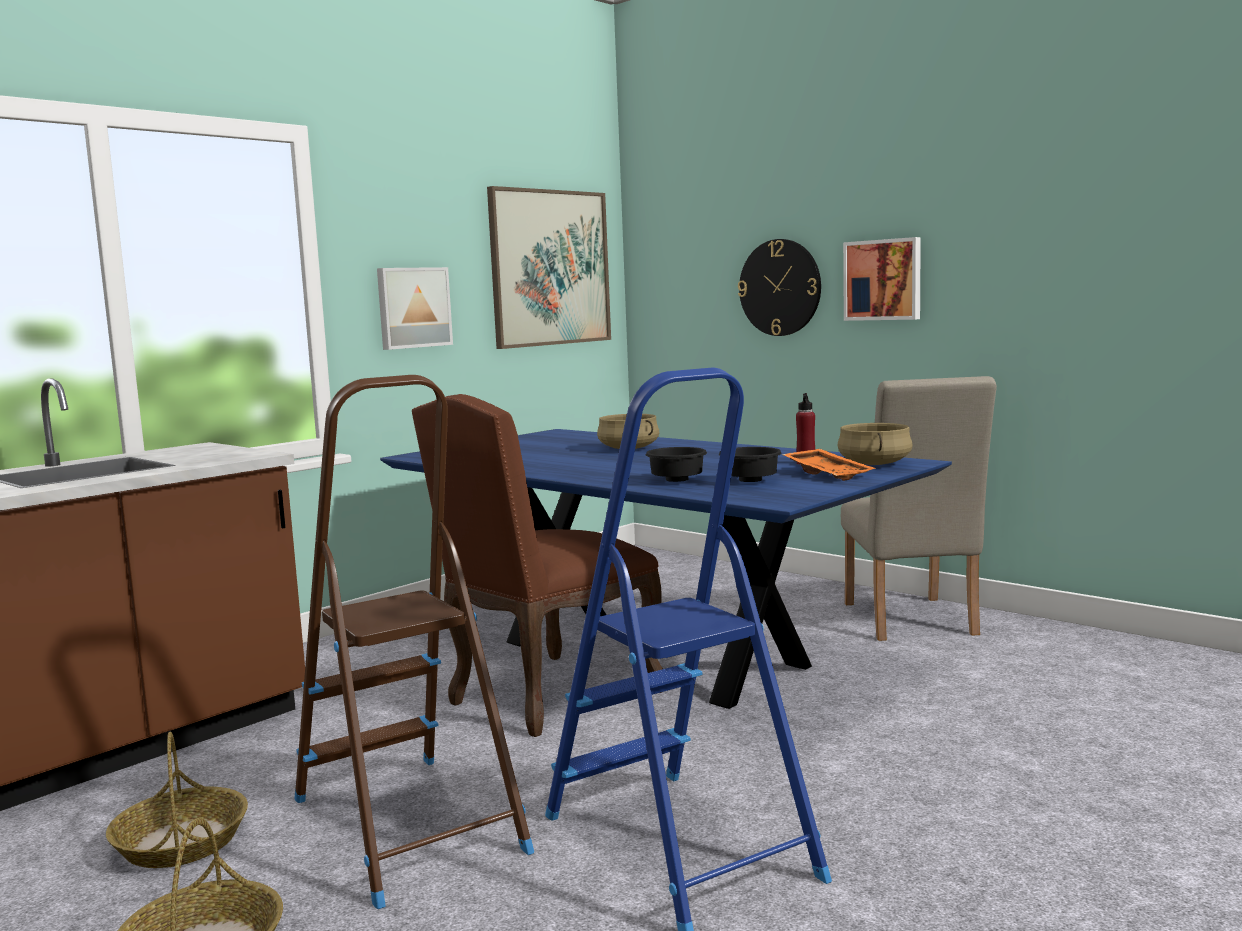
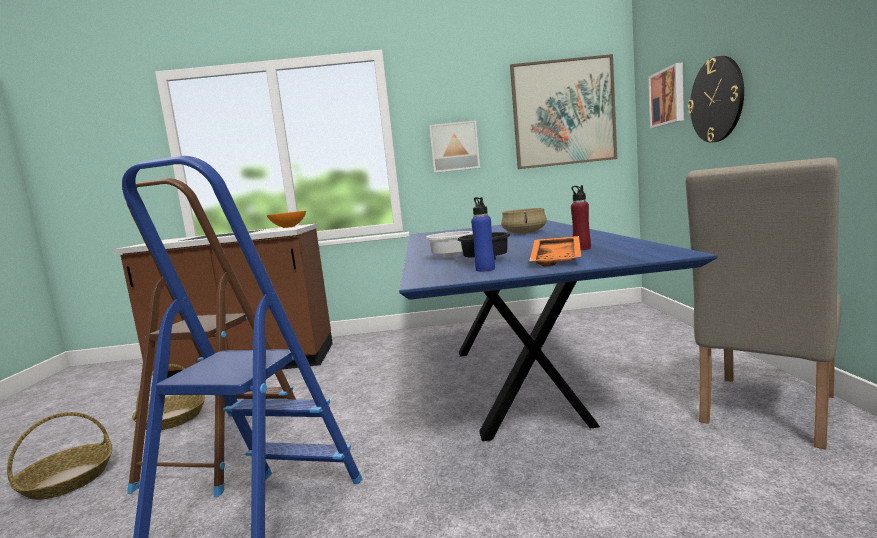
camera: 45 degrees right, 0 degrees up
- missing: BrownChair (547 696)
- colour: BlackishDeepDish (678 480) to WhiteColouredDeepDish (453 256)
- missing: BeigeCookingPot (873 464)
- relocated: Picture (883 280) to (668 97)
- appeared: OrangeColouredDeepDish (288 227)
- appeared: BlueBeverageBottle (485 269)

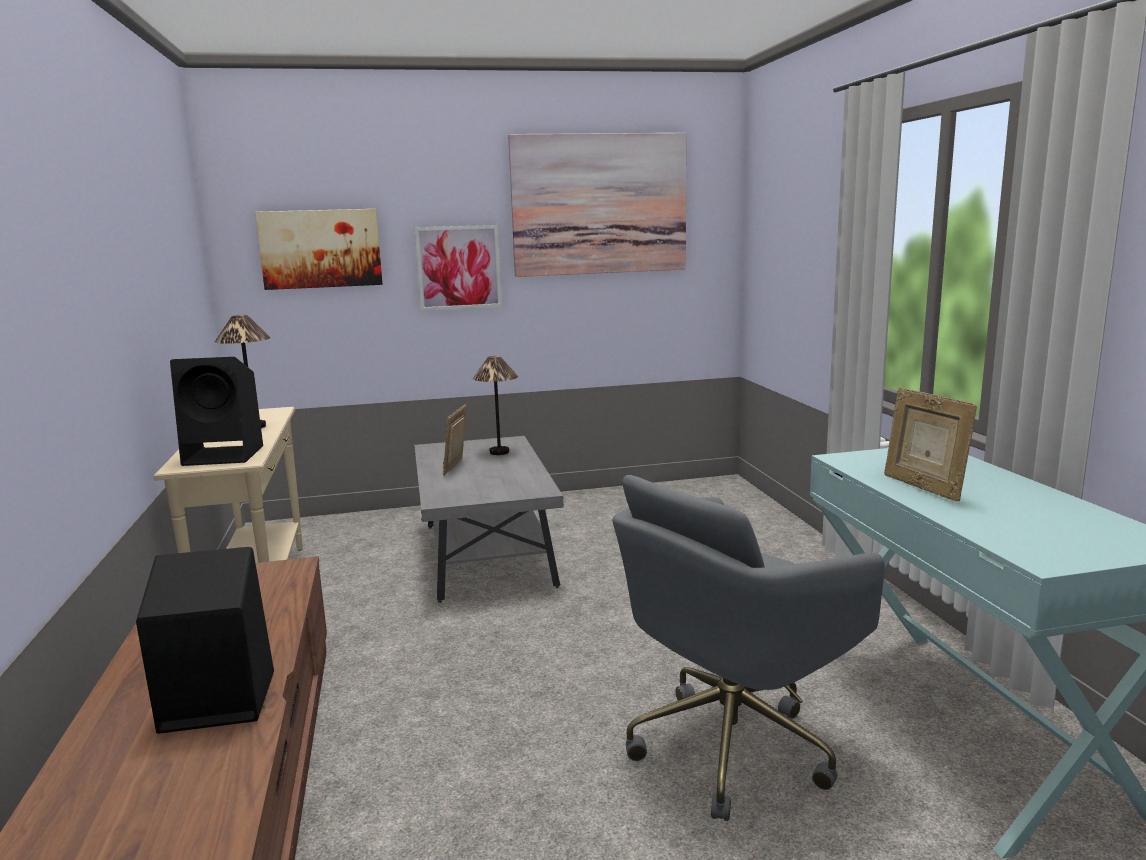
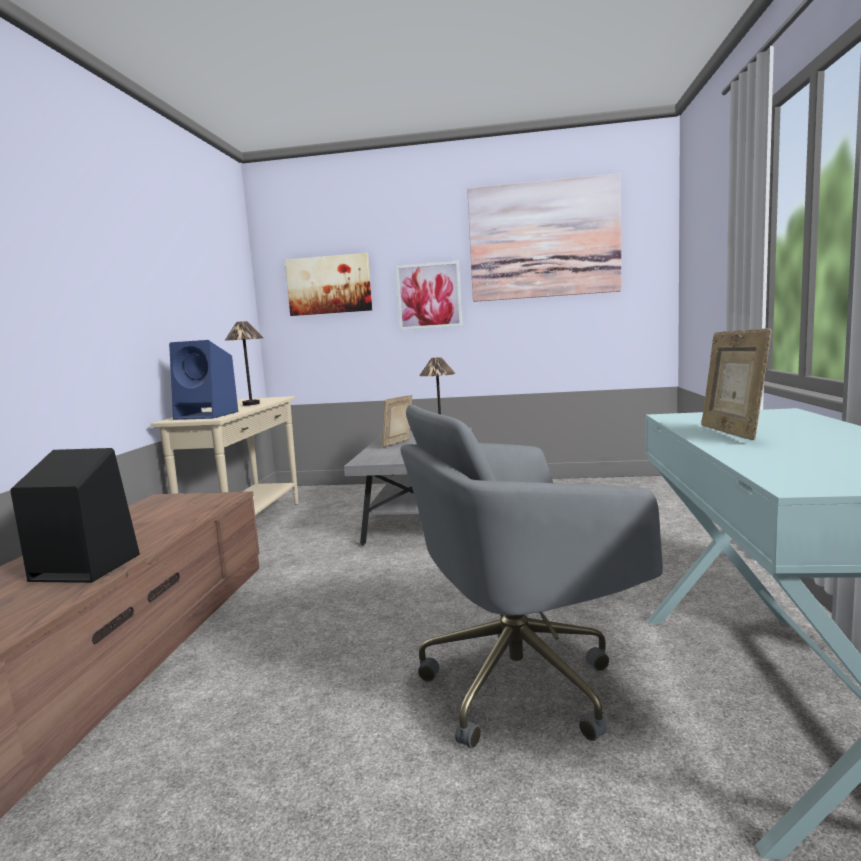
camera: 20 degrees right, 5 degrees down
- colour: BlackishSpeaker (226 455) to BlueSpeaker (208 415)

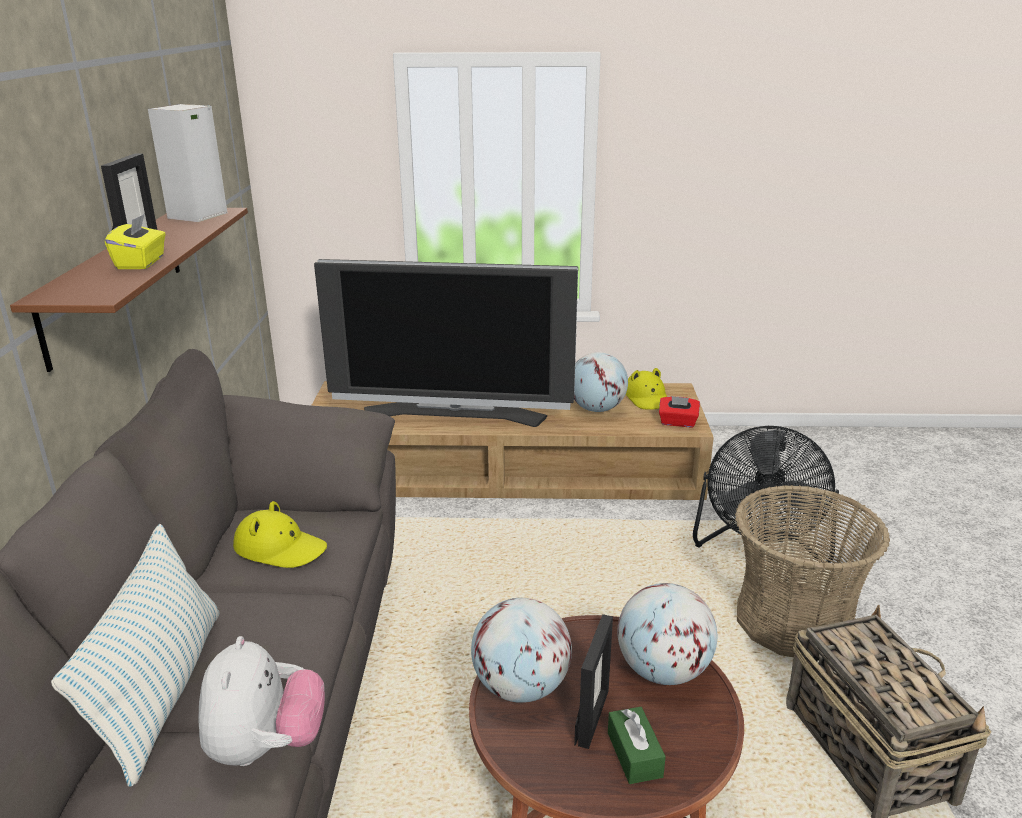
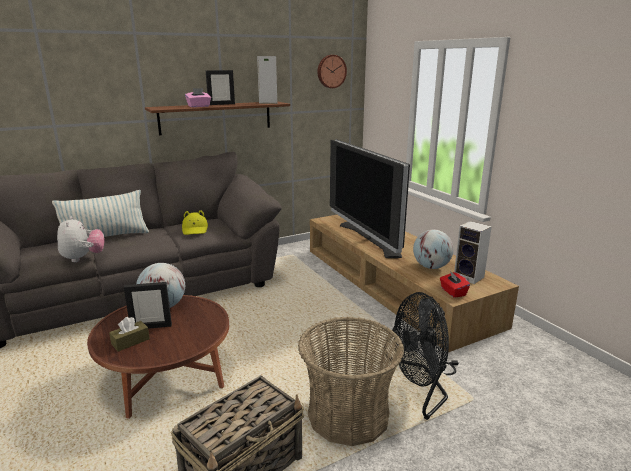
camera: 60 degrees right, 5 degrees down
- colour: YellowColouredBoxOfTissues (141 263) to PinkColouredBoxOfTissues (199 106)
- spun: SoftToy (266 747) = (83 258) 75 degrees counterclockwise
- colour: GreenBoxOfTissues (634 754) to BrownBoxOfTissues (130 341)
- missing: Globe (663 671)
- exchanged: YellowColouredClothingHat (648 398) to Speaker (470 277)
- appeared: WallClock (331 71)

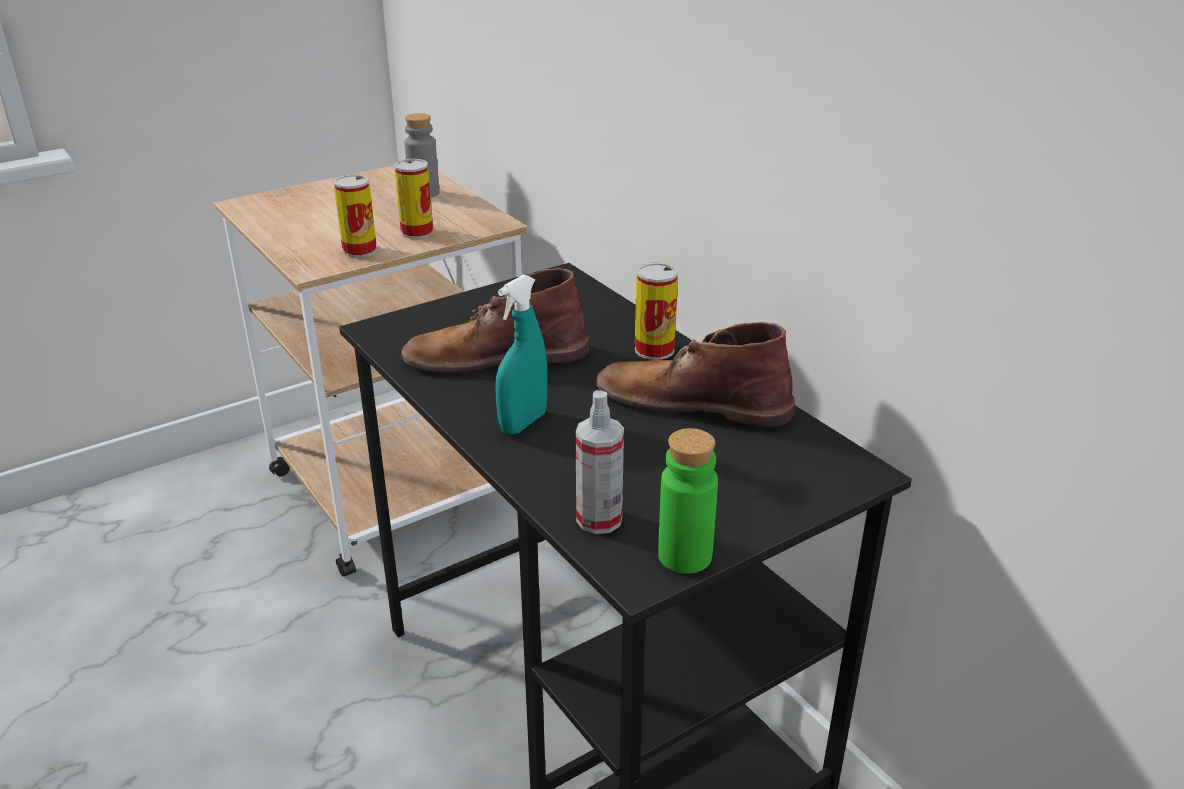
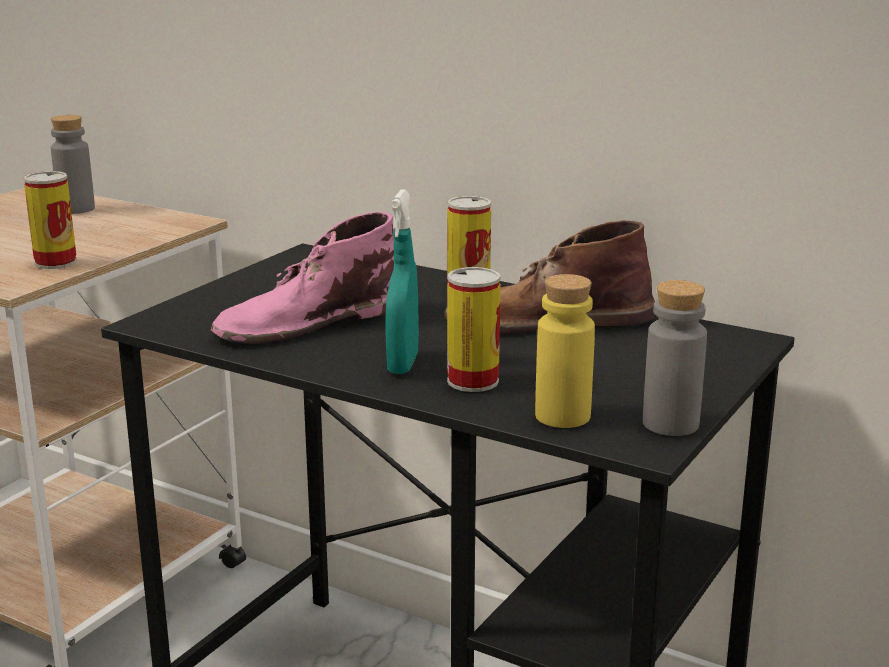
camera: 25 degrees left, 10 degrees down
- relocated: MetalCan (417 232) to (473 381)
- colour: BrownBoot (495 355) to PinkColouredBoot (310 321)
- exchanged: SprayBottle (599 519) to YellowColouredBeverageBottle (562 416)
- colour: GreenBeverageBottle (685 556) to GreyishBeverageBottle (670 424)

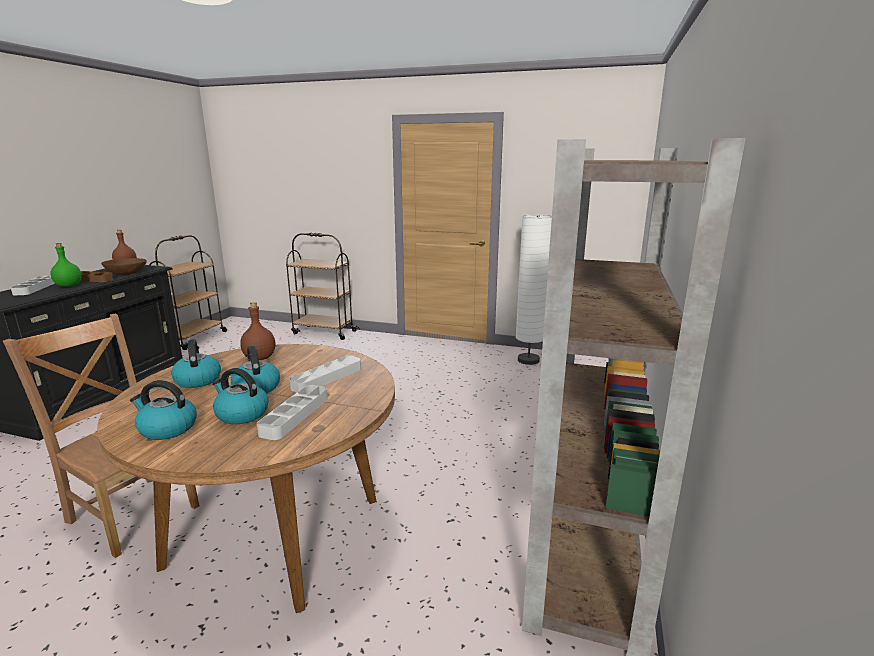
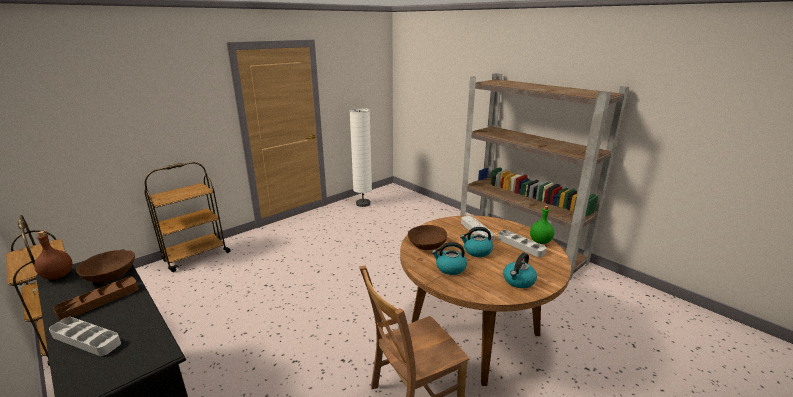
camera: 60 degrees left, 5 degrees up
- relocated: GreenBeverageBottle (68 285) to (540 241)
- missing: WaterKettle (241 414)
- exchanged: BrownBeverageBottle (260 358) to BrownDeepDish (427 245)

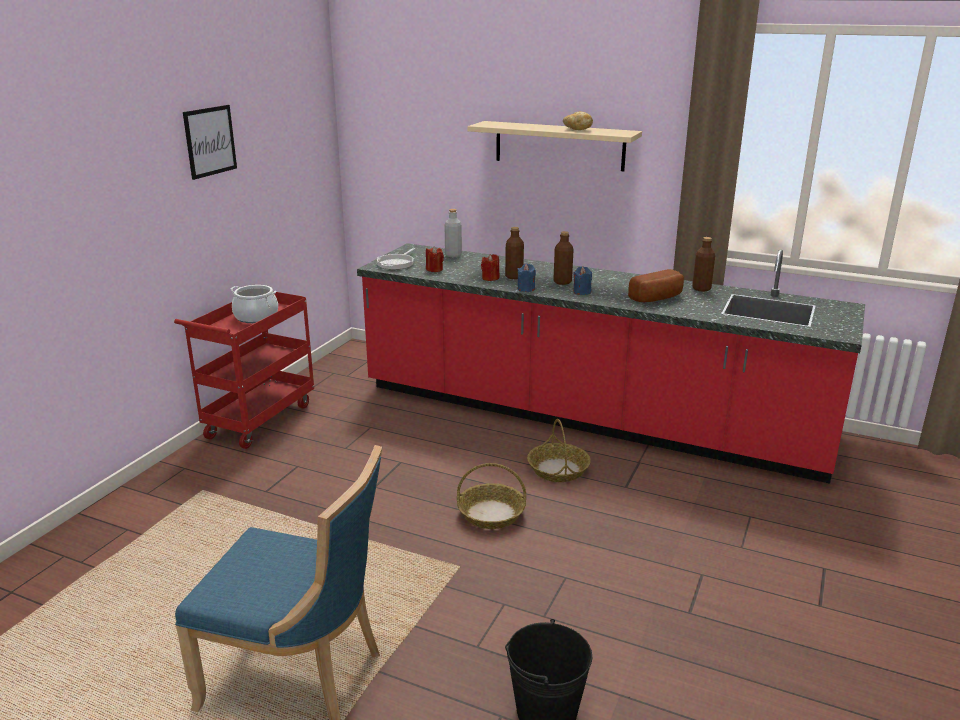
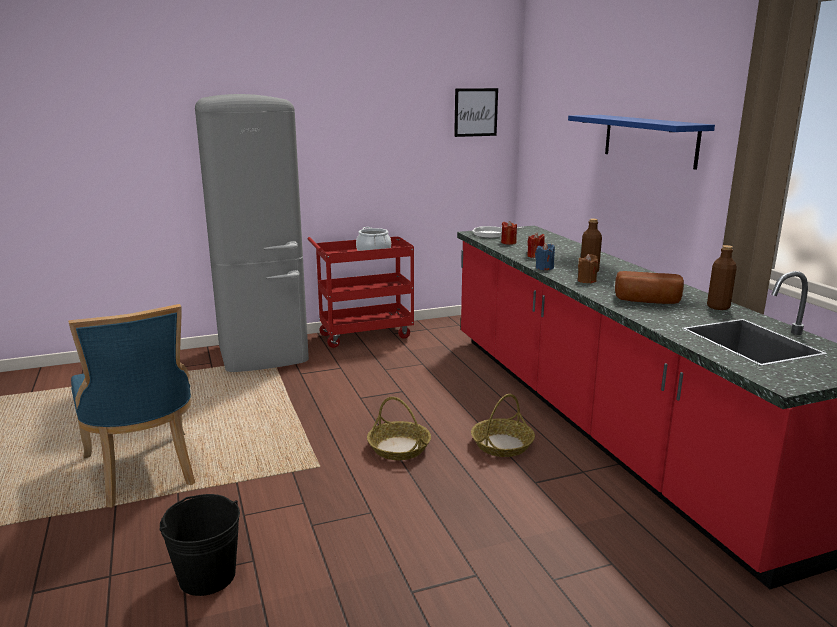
camera: 45 degrees right, 5 degrees down
- relocated: Picture (210 141) to (475 112)
- missing: GreyishBeverageBottle (453 255)
- colour: BeigeShelf (559 145) to BlueShelf (649 140)
- missing: BrownBeverageBottle (514 277)
- missing: BakedBread (577 129)
- colour: BlueCandle (582 292) to BrownCandle (586 281)
- appeared: GreyishRefrigerator (264 355)

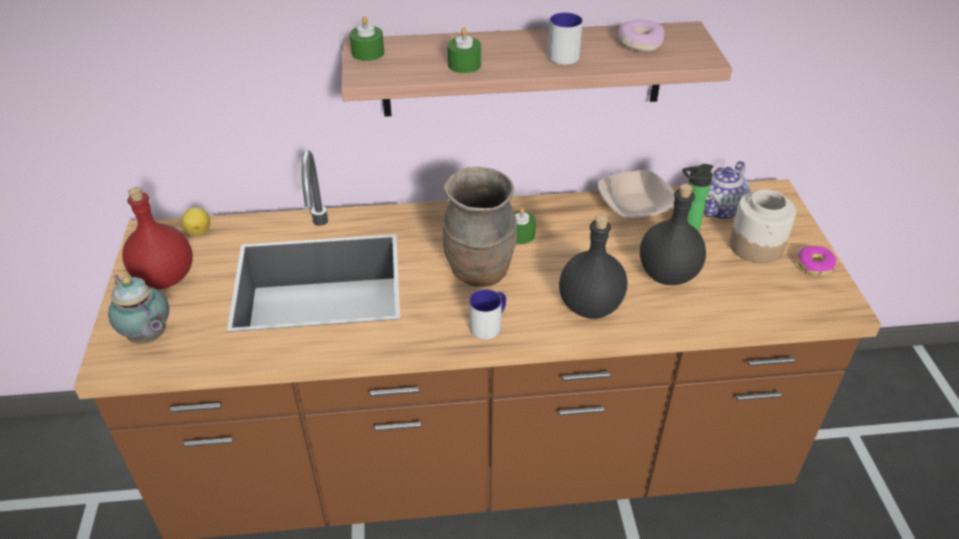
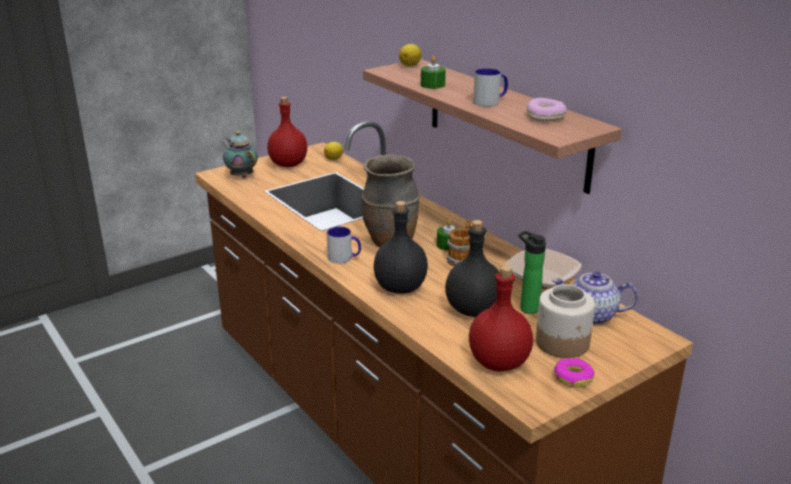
camera: 60 degrees right, 15 degrees down
- spun: PotForTea (149 337) = (241 176) 120 degrees clockwise
- exchanged: GreenCandle (368 53) to CitrusFruit (410 65)
- appeared: CoffeeMug (462 259)
- appeared: RedColouredBeverageBottle (500 363)

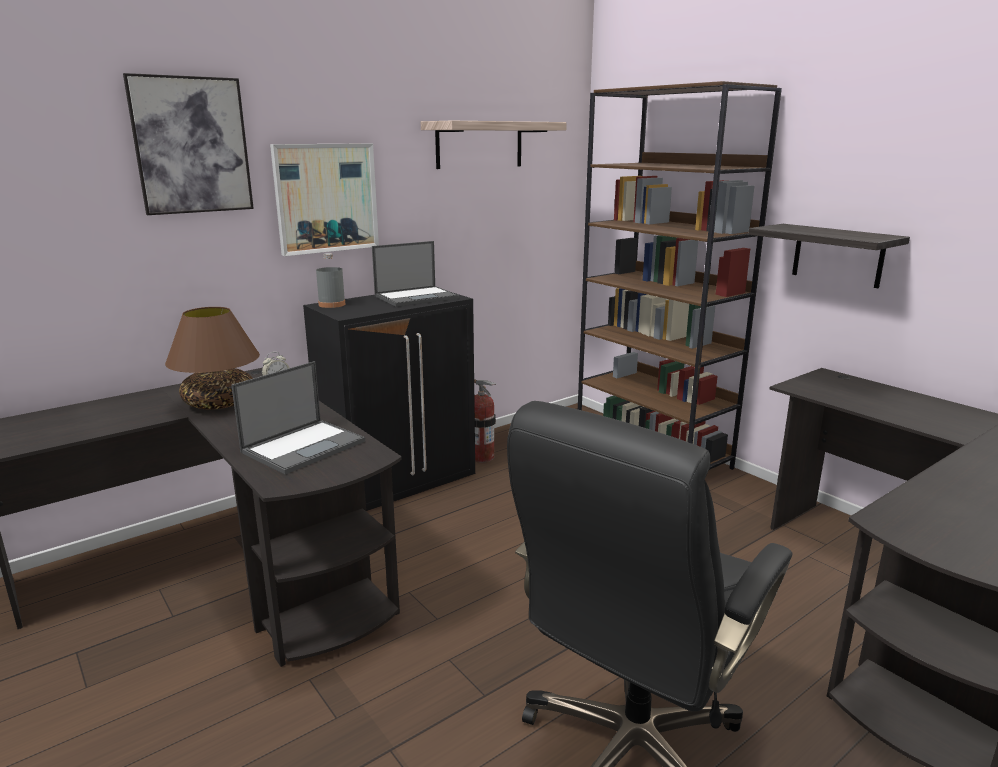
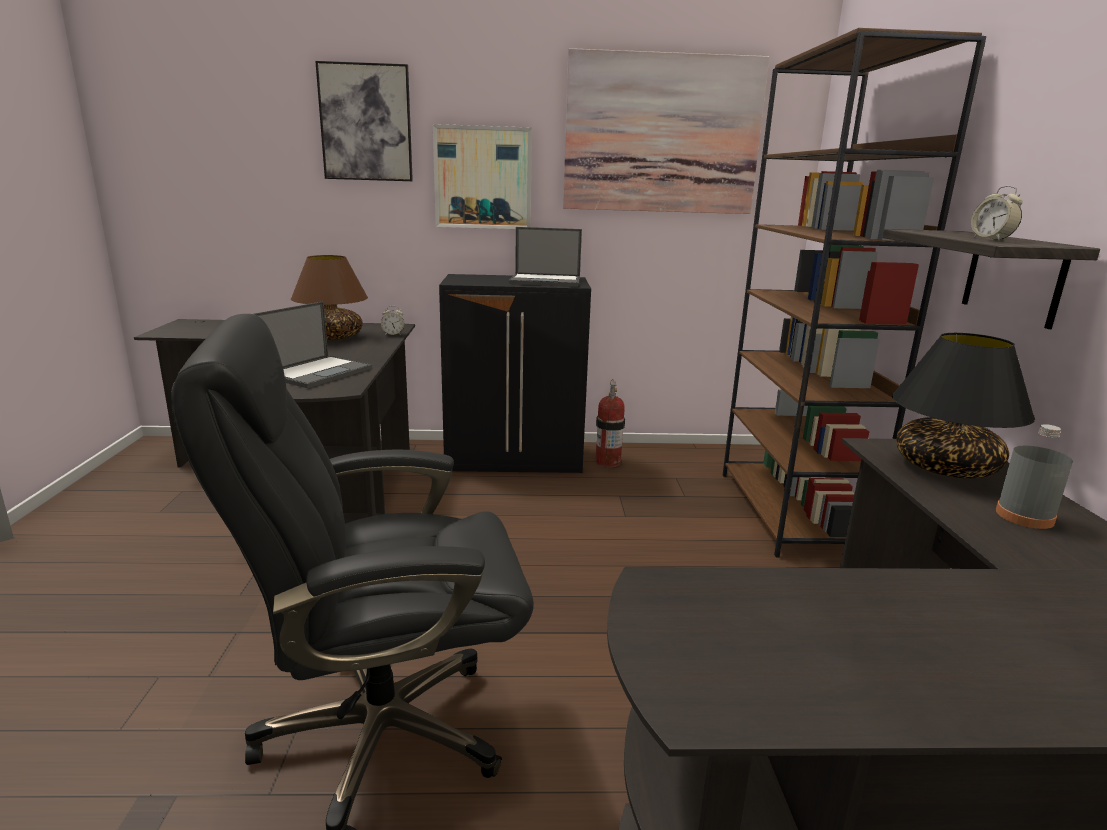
camera: 35 degrees right, 0 degrees up
- spun: PortableComputer (304 446) = (318 372) 45 degrees counterclockwise
- relocated: GreyishBeverageBottle (332 304) to (1024 516)
- exchanged: Shelf (479 145) to Picture (662 135)
- appeared: BlackishTabletopLamp (945 468)
- appeared: TableClock (991 239)

